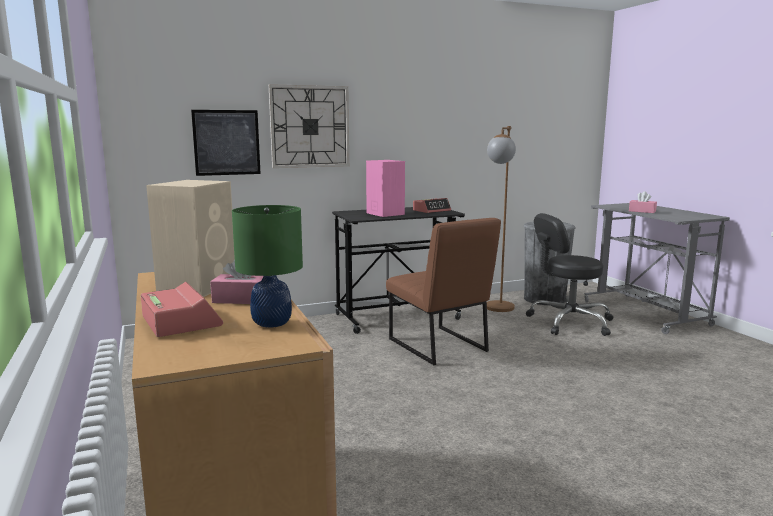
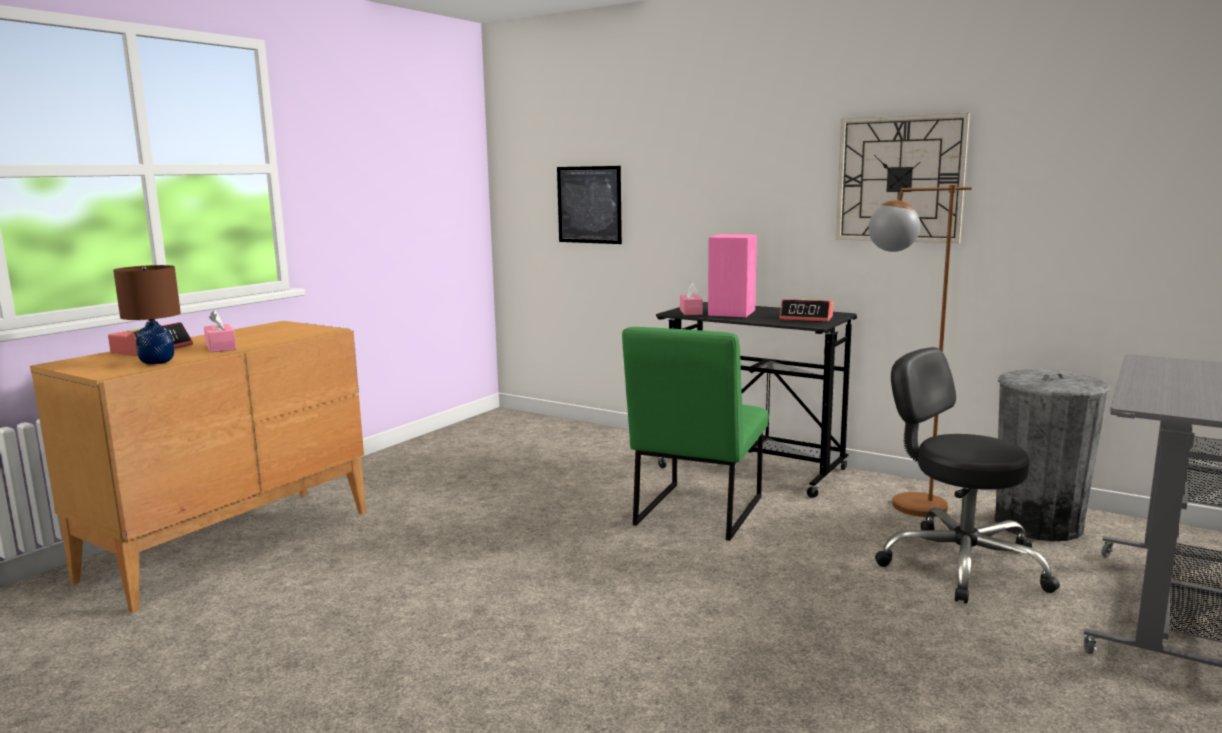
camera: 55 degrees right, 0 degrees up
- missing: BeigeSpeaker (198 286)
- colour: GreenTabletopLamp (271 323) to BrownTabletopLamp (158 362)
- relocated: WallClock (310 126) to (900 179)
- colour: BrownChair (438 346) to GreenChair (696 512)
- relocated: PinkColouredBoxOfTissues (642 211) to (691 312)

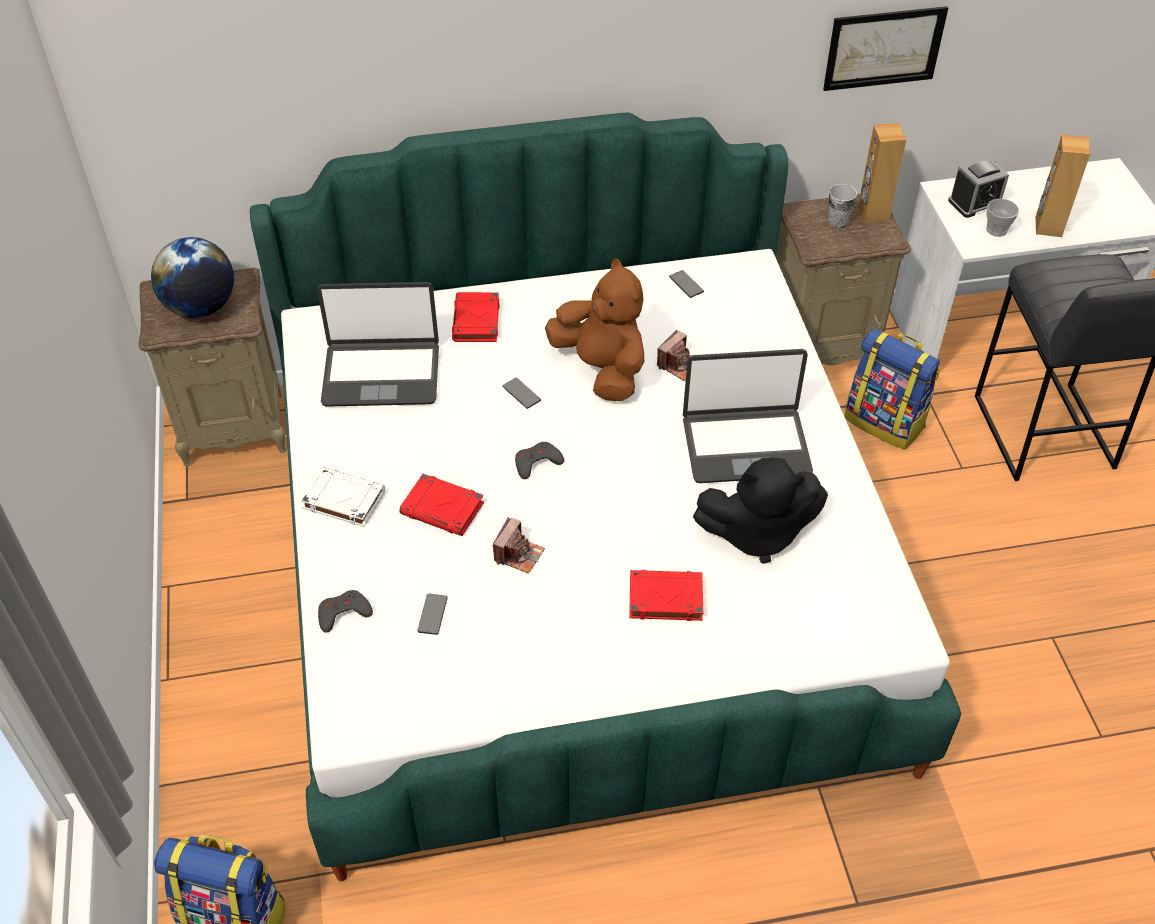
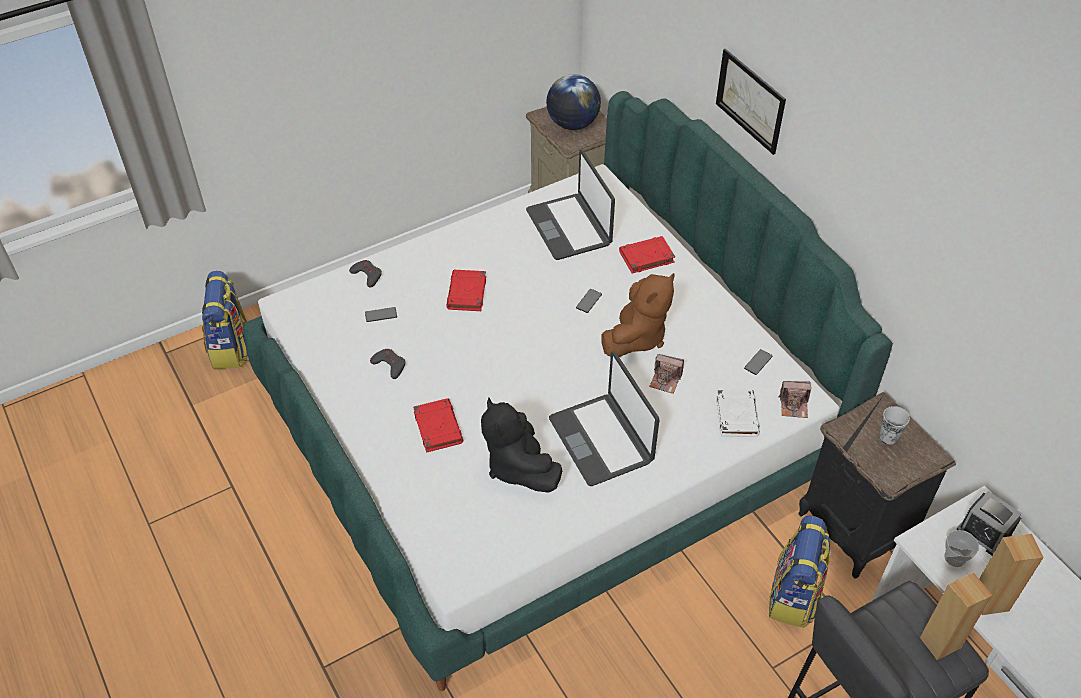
camera: 70 degrees right, 0 degrees up
- relocated: WhiteColouredBoundBook (343 500) to (736 415)
- relocated: StillCamera (518 554) to (794 405)
- relocated: GreyishGameController (537 463) to (389 365)
- colour: BeigeNightTable (821 350) to BlackishNightTable (853 530)
- relocated: Picture (884 48) to (750 101)
- relocated: BrownSpeaker (872 214) to (939 642)

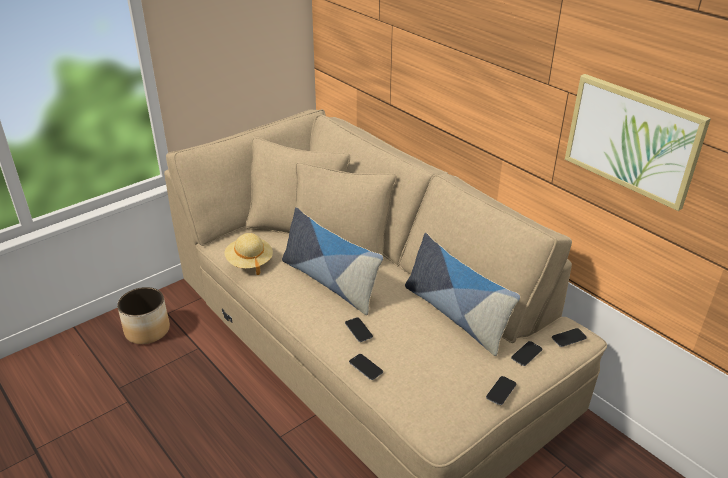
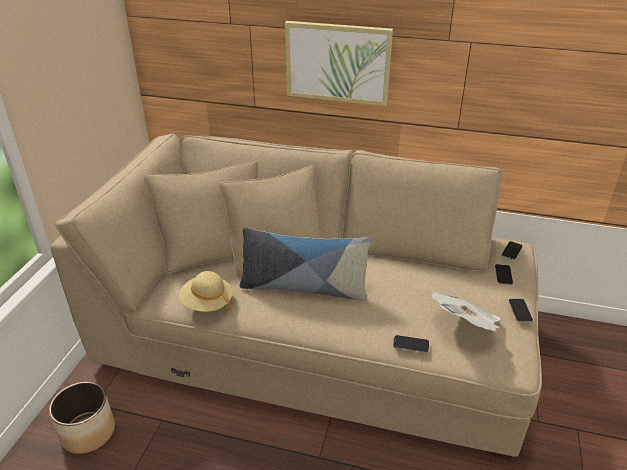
camera: 35 degrees left, 0 degrees up
- missing: Phone (358 330)
- missing: ThrowPillow (455 315)
- relocated: Picture (632 139) to (337 63)
- appeared: PrintedPaper (466 325)

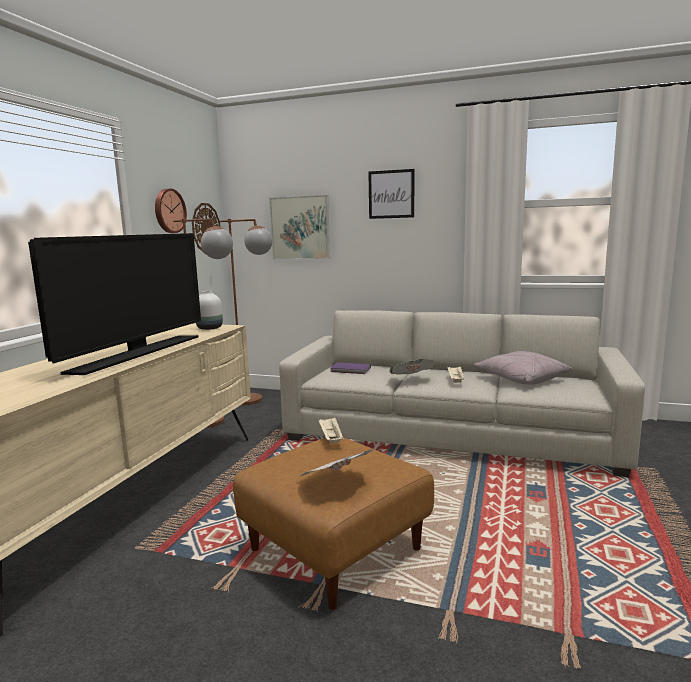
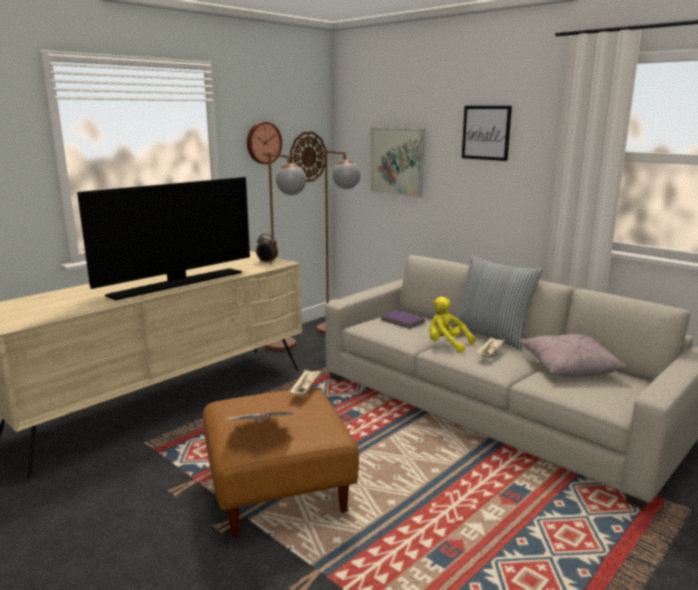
camera: 25 degrees right, 5 degrees up
- exchanged: WhiteColouredDecorativeVase (210 328) to TableClock (267 262)
- exchanged: PrintedPaper (411 380) to YellowColouredSoftToy (446 345)
- appeared: ThrowPillow (492 335)

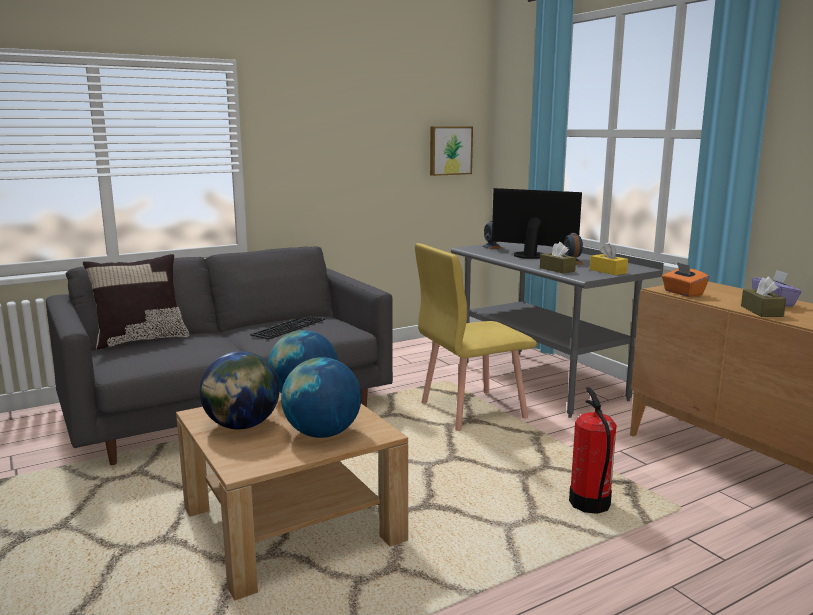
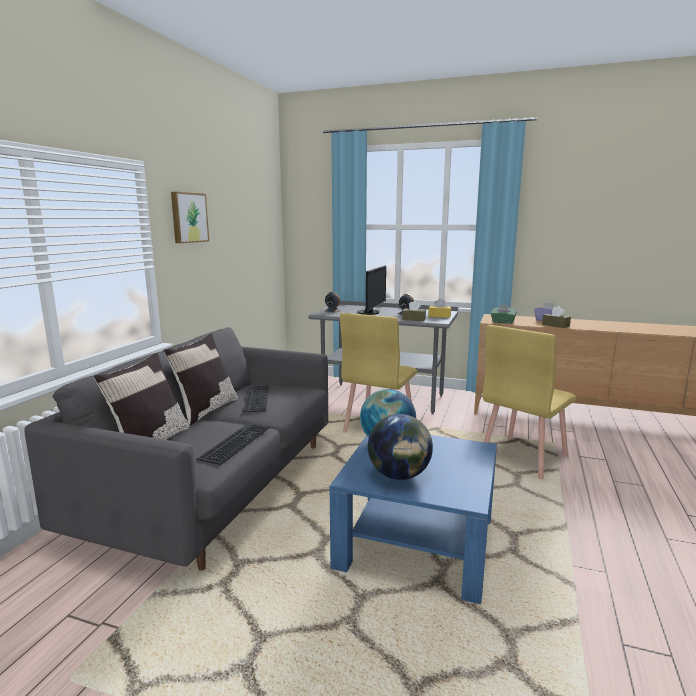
camera: 40 degrees left, 0 degrees up
- colour: BrownCoffeeTable (292 524) to BlueCoffeeTable (417 541)
- missing: Globe (322 434)
- relocated: Picture (450 150) to (188 217)
- spun: ComputerScreen (530 255) = (371 312) 120 degrees clockwise
- exchanged: FireFightingCylinder (589 504) to YellowColouredChair (522 457)
- colour: OrangeColouredBoxOfTissues (683 293) to GreenBoxOfTissues (502 322)
- appeared: ThrowPillow (205 410)
- appeared: PcKeyboard (234 442)

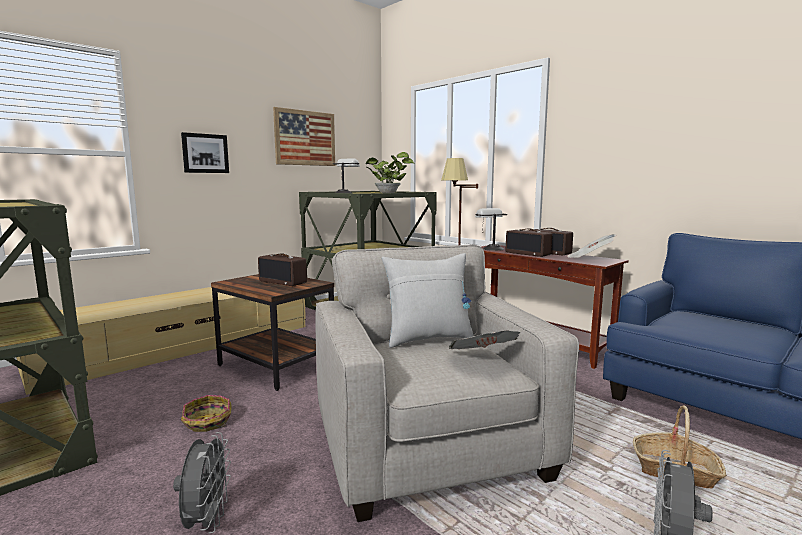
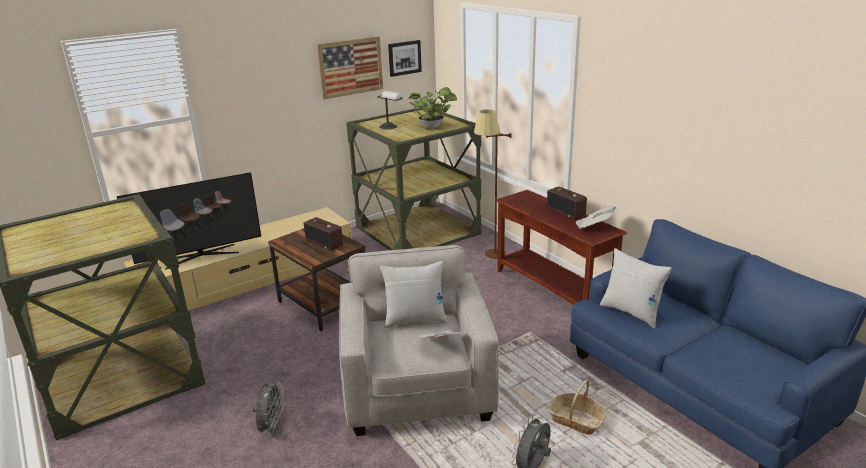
camera: 10 degrees right, 15 degrees up
- relocated: Picture (205 153) to (404 58)
- missing: Basket (207 422)
- missing: TabletopLamp (490 248)
- missing: RadioReceiver (528 253)
- appeared: TvSet (201 256)
- appeared: GreyishThrowPillow (631 313)

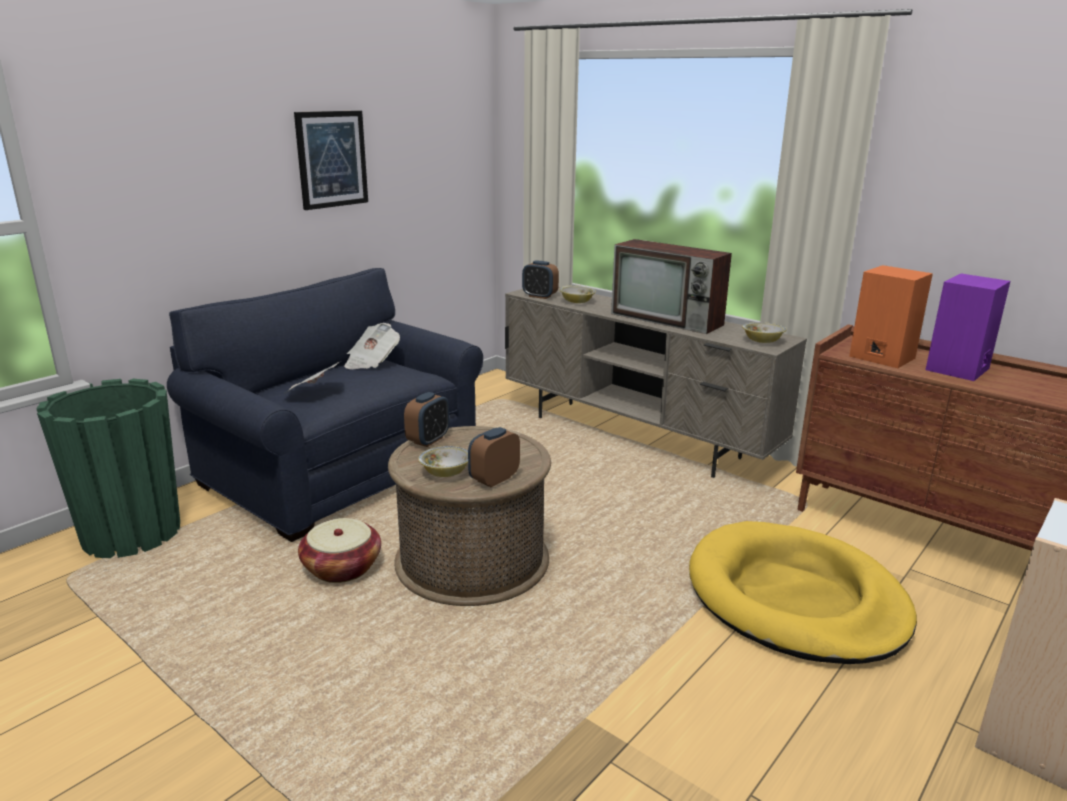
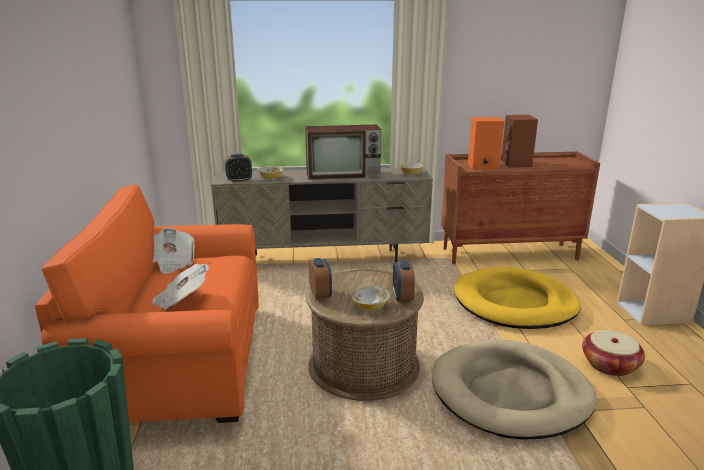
camera: 45 degrees left, 0 degrees up
- colour: BlueCouch (341 471) to OrangeColouredCouch (179 361)
- missing: Picture (331 159)
- relocated: Basket (342 568) to (610 365)
- colour: PurpleColouredSpeaker (958 370) to BrownSpeaker (517 164)
- appeared: BeigeDogCushion (510 393)

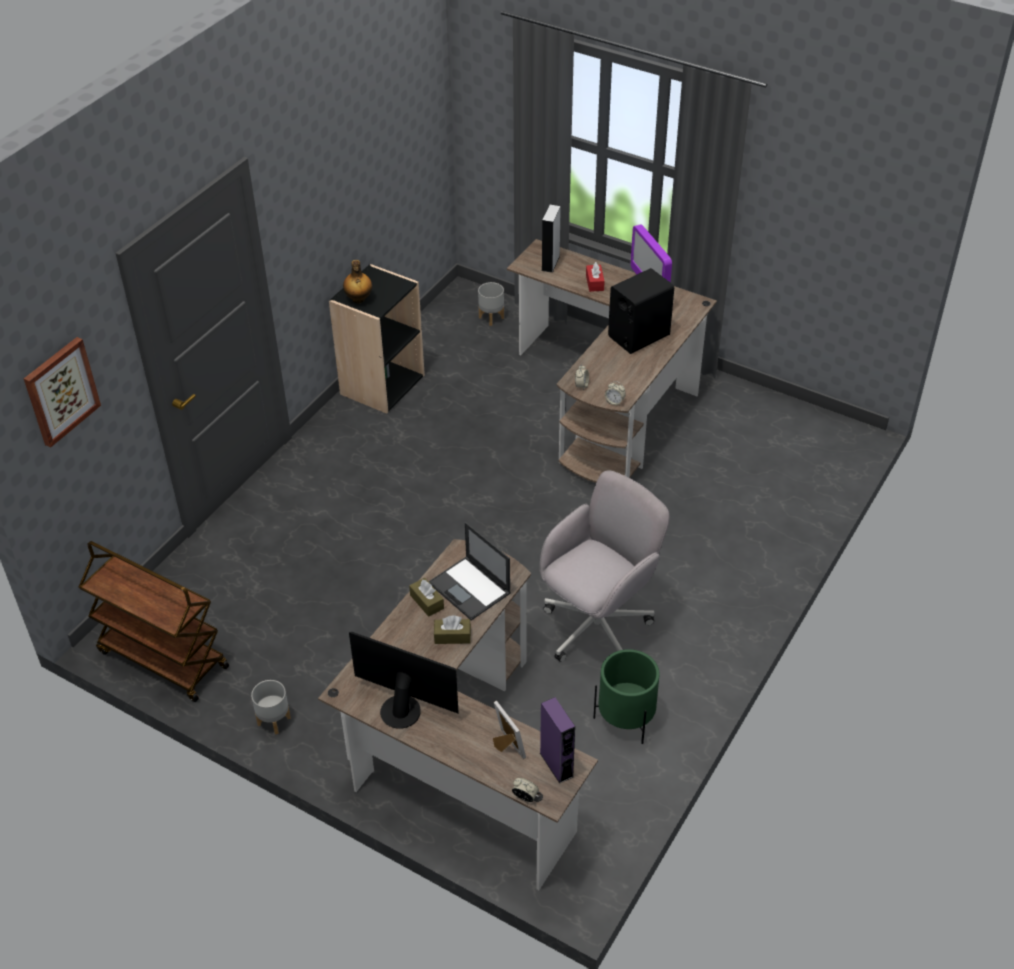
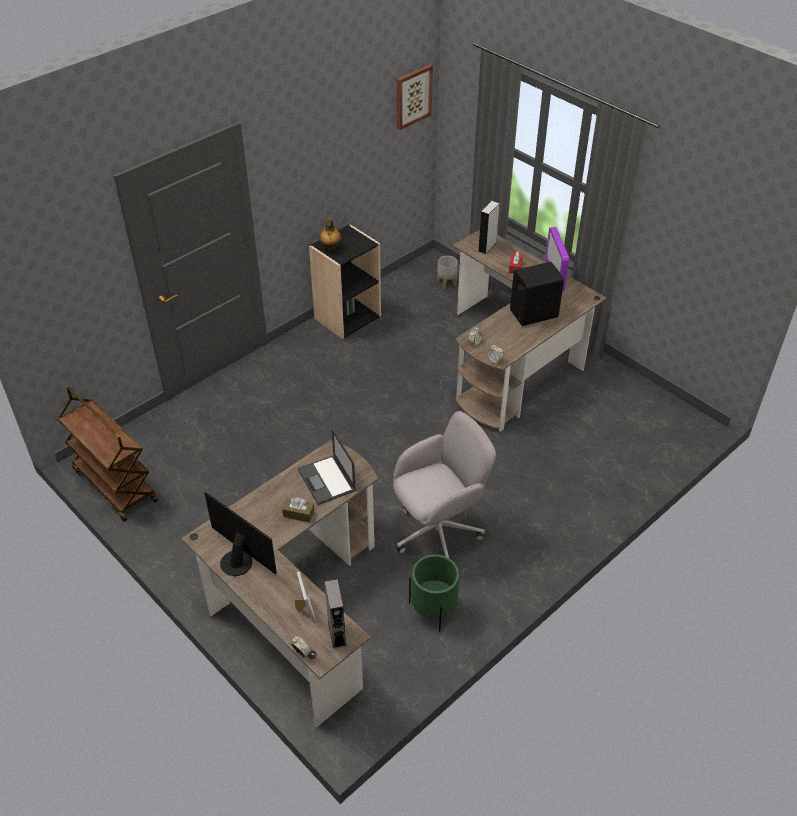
camera: 15 degrees right, 0 degrees up
- relocated: Picture (60 391) to (413 96)
- missing: GreyishPlanter (273 720)
- missing: BrownBoxOfTissues (427 602)
- colour: PurpleColouredSpeaker (556 765) to GreyishSpeaker (336 633)

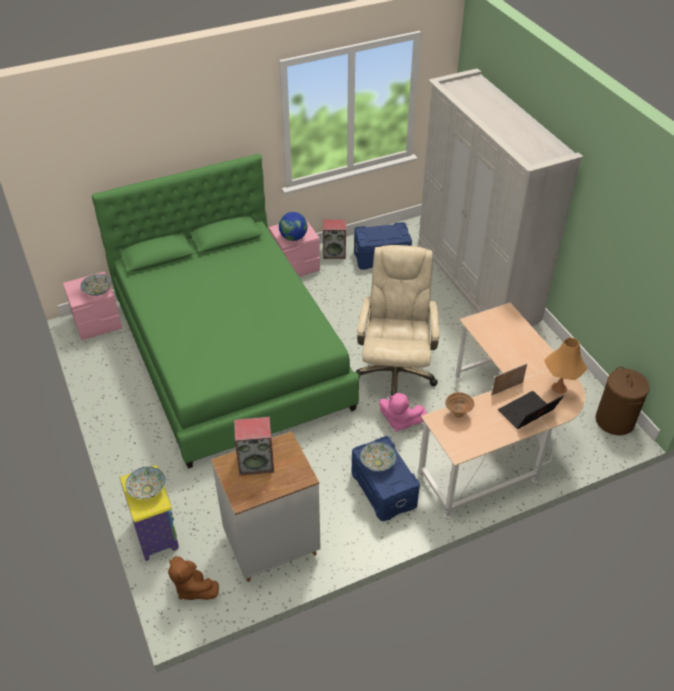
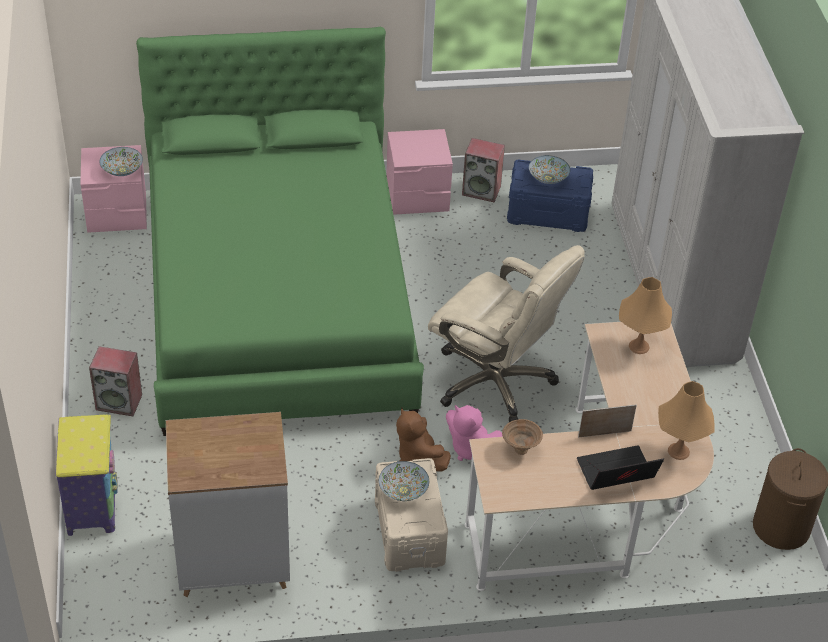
camera: 15 degrees right, 0 degrees up
- relocated: DeepDish (147 489) to (548 178)
- relocated: BrownSoftToy (193 587) to (418 456)
- relocated: Speaker (256 462) to (119 402)
- missing: Globe (293 237)
- colour: BlueStorageBin (383 489) to BeigeStorageBin (408 531)
- spun: BeigeOfficeChair (395 372) = (494 380) 105 degrees clockwise
- appeared: OrangeColouredTabletopLamp (639 346)

